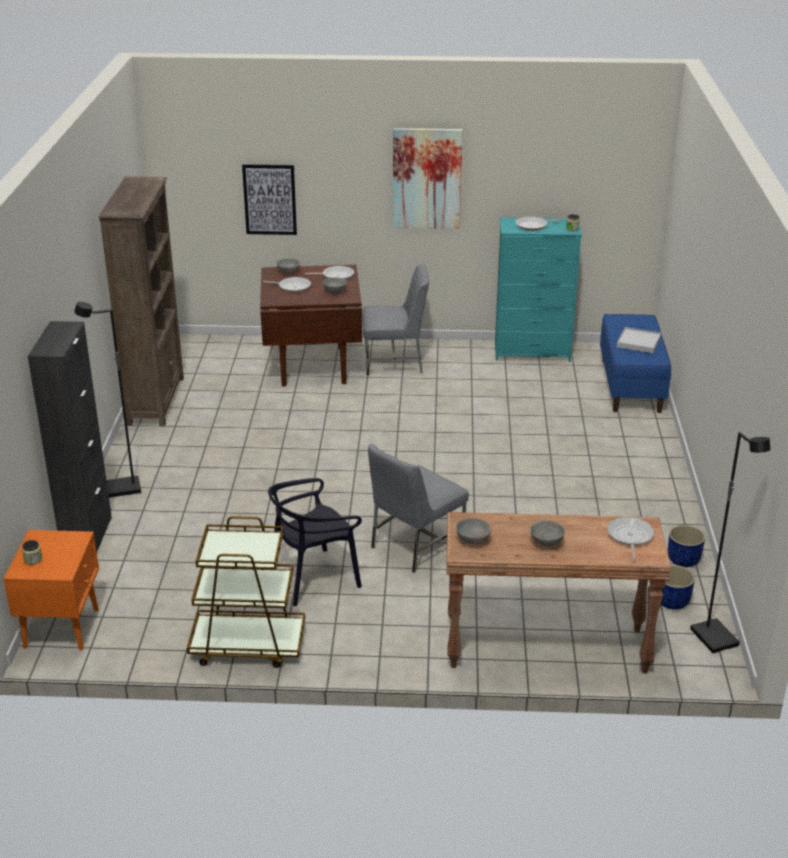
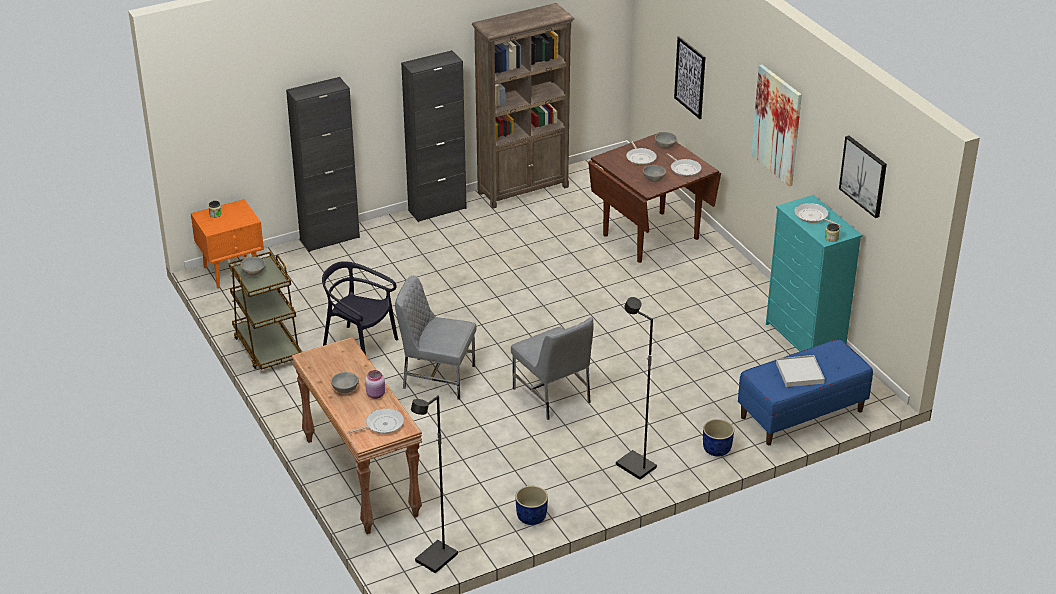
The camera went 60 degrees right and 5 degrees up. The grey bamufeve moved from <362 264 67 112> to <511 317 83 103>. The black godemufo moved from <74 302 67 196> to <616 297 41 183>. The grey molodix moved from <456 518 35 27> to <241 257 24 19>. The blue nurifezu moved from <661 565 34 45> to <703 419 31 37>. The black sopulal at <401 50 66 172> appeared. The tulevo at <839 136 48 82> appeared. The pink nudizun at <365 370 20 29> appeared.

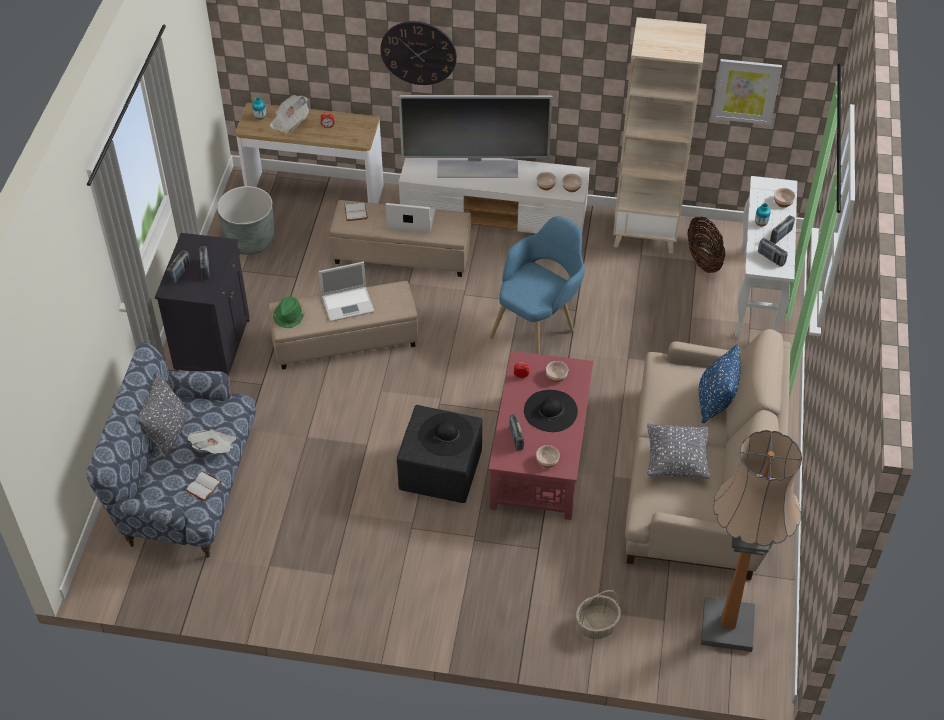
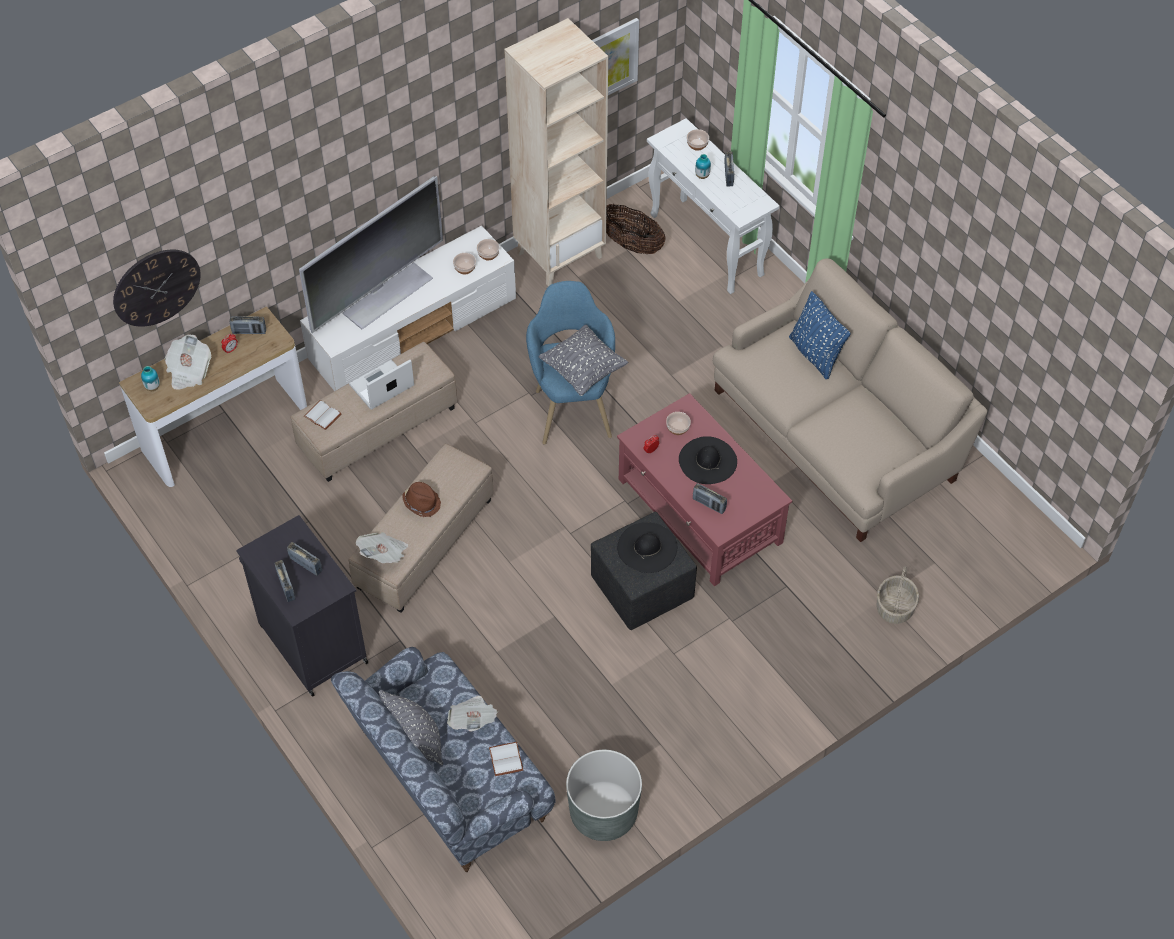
The camera went 45 degrees left and 5 degrees up. The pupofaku moved from <380 21 77 64> to <113 250 88 77>. The grey nurifezu moved from <217 186 58 69> to <566 750 76 91>. The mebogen moved from <758 238 30 29> to <230 316 36 18>. The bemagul at <319 262 56 60> was replaced by the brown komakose at <402 482 39 35>. The green komakose at <273 296 32 32> was replaced by the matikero at <356 532 53 31>. The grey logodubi moved from <647 423 63 56> to <539 325 89 71>. The godemufo at <701 430 101 222> disappeared. The molodix at <536 445 24 23> disappeared.

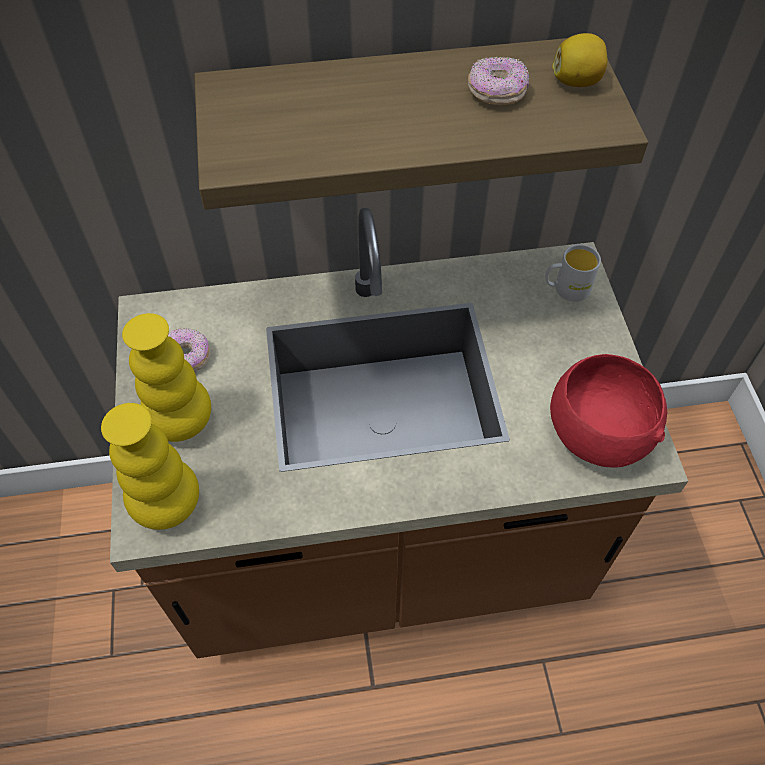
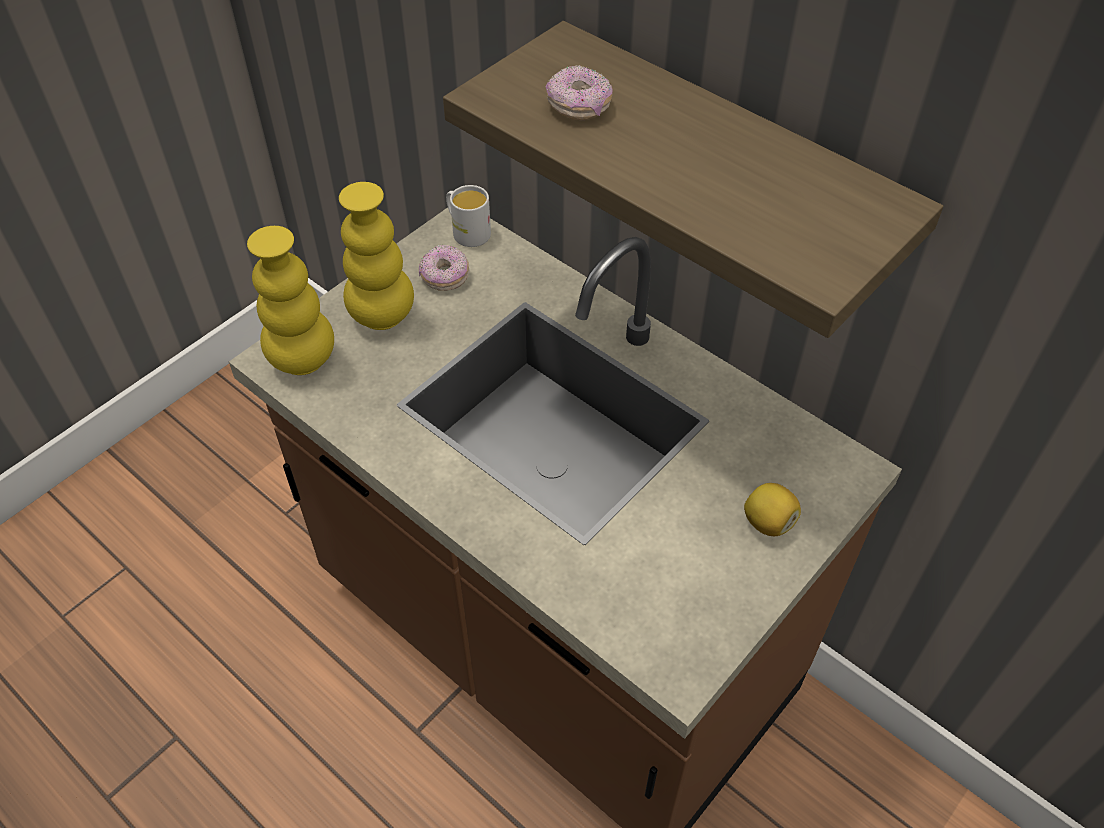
The camera went 50 degrees right and 5 degrees down. The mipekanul moved from <552 33 56 54> to <744 483 57 53>. The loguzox moved from <468 57 61 48> to <546 65 67 55>. The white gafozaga moved from <545 244 56 58> to <446 185 45 62>. The red molodix at <550 354 117 114> disappeared.

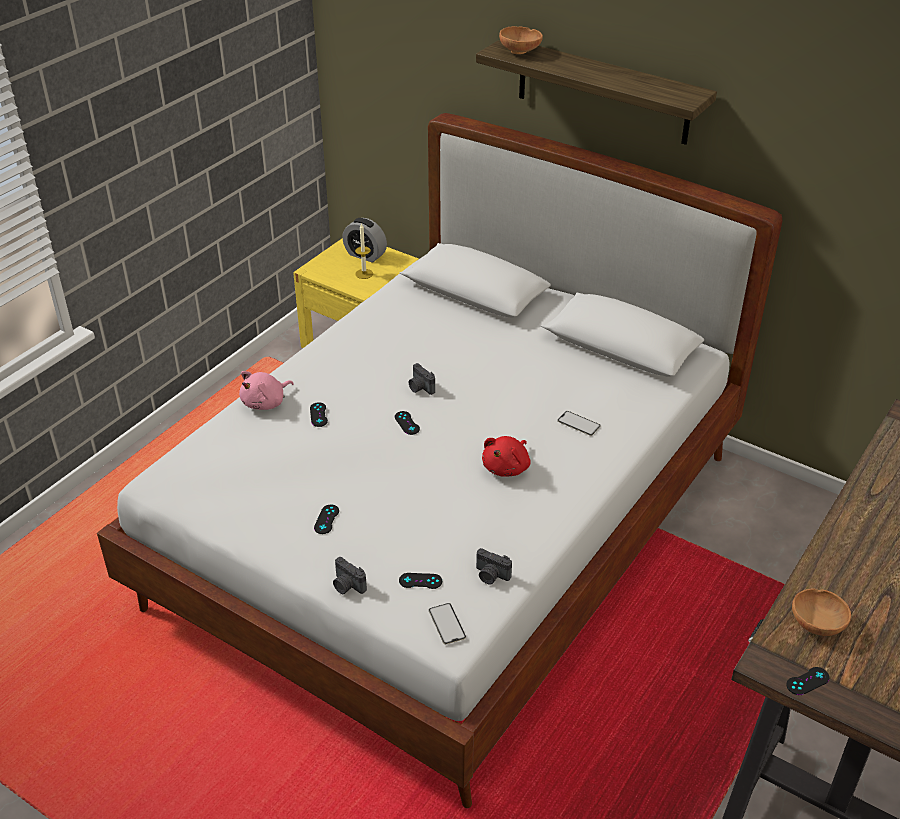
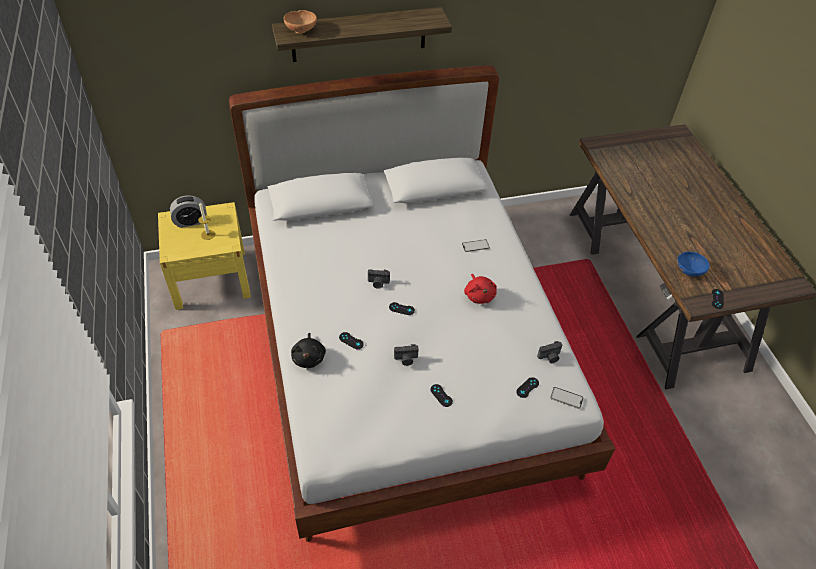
The camera went 50 degrees left and 10 degrees up. The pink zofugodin at <239 371 55 39> became the black zofugodin at <291 333 35 35>. The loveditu moved from <333 557 34 37> to <394 344 25 22>. The brown molodix at <792 588 59 48> became the blue molodix at <677 252 33 25>.

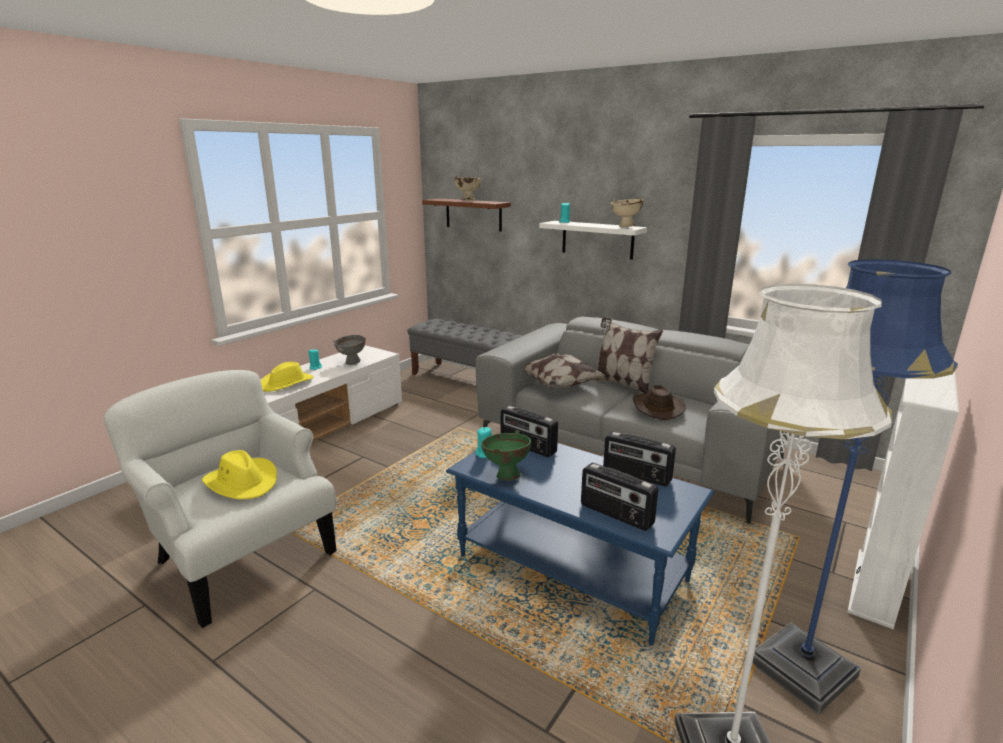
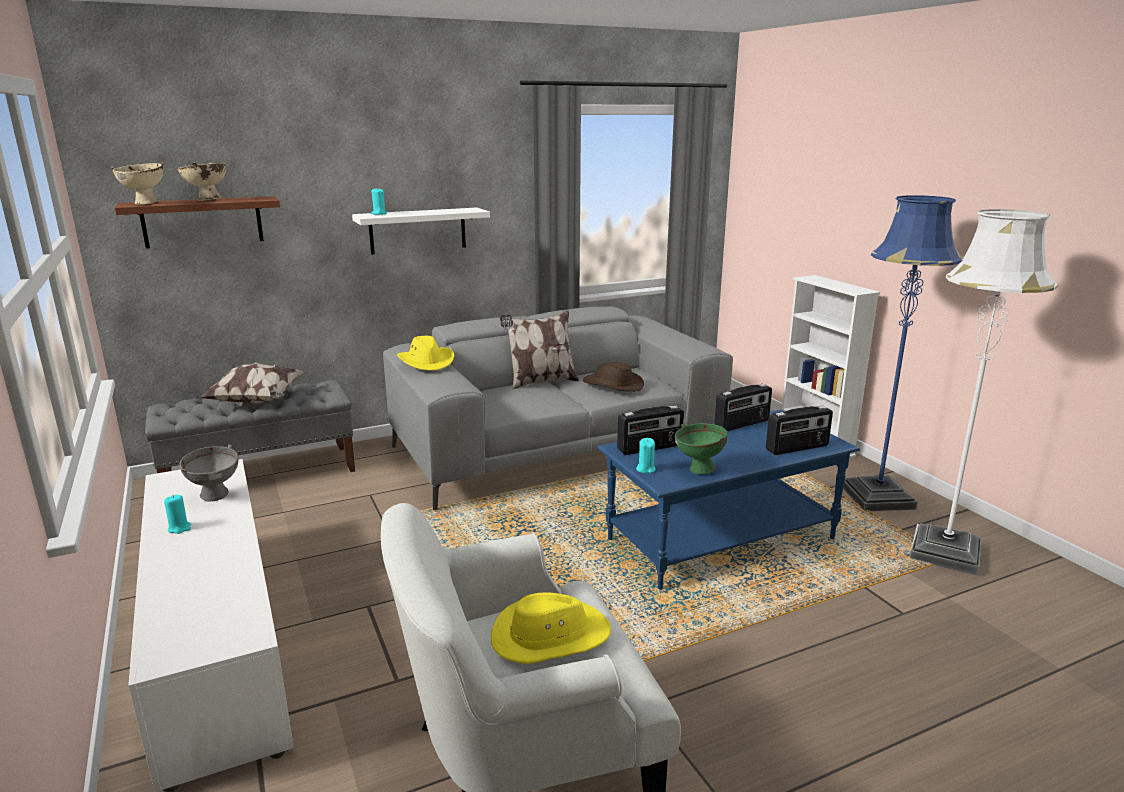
The camera went 60 degrees left and 0 degrees up. The beige molodix moved from <611 199 32 29> to <111 163 52 42>. The logodubi moved from <524 353 82 35> to <200 363 106 40>. The yellow komakose moved from <261 362 53 30> to <397 336 57 35>.

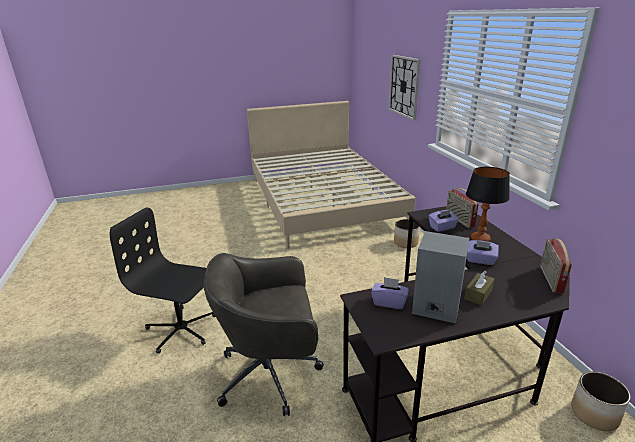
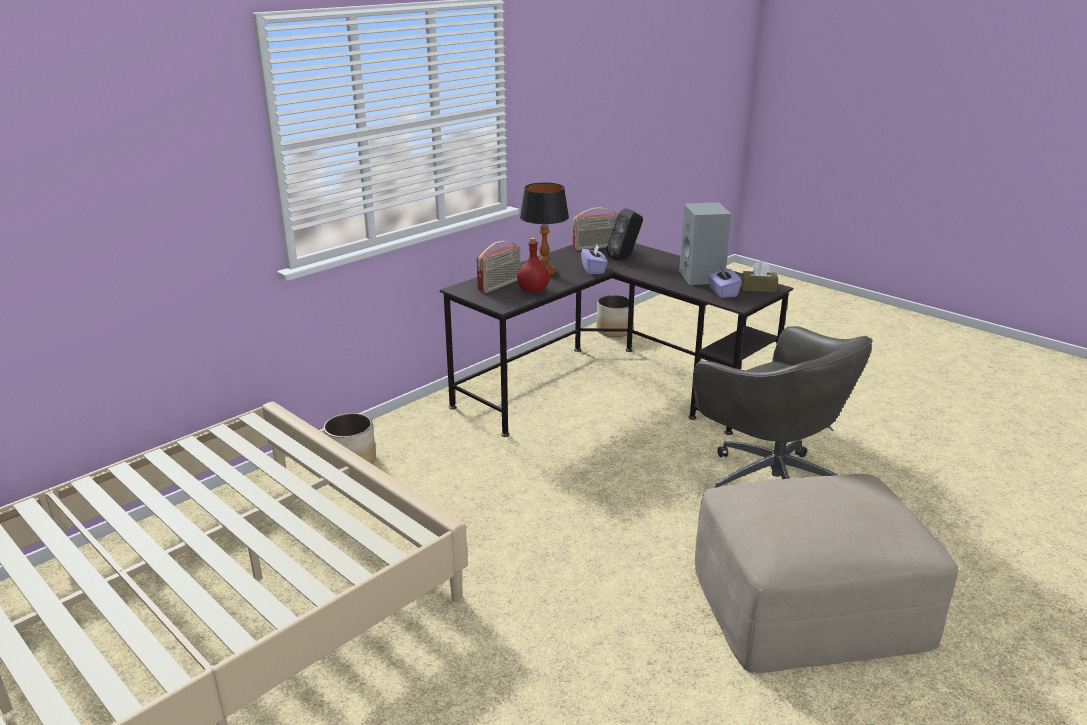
The camera went 120 degrees left and 0 degrees up. The pupofaku at <389 55 31 66> disappeared. The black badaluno at <110 207 106 147> was replaced by the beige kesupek at <695 474 264 199>. The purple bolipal at <429 210 30 22> was replaced by the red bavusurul at <517 238 33 55>. The brown bolipal moved from <465 271 29 35> to <742 261 36 32>. The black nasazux at <607 208 36 52> appeared.

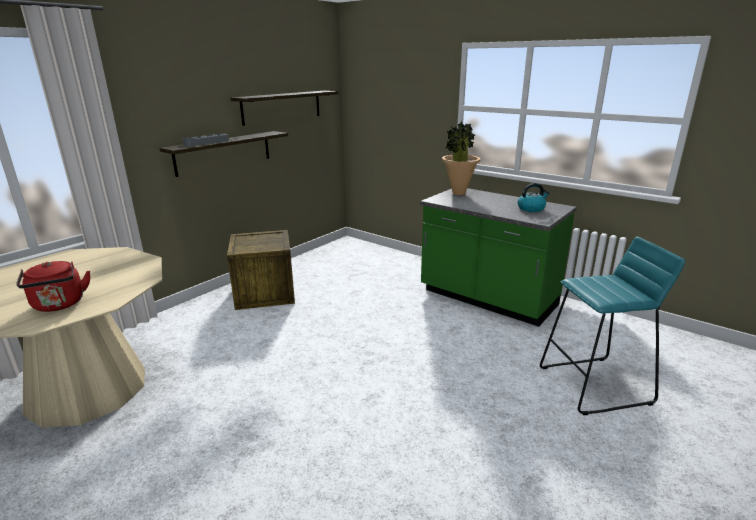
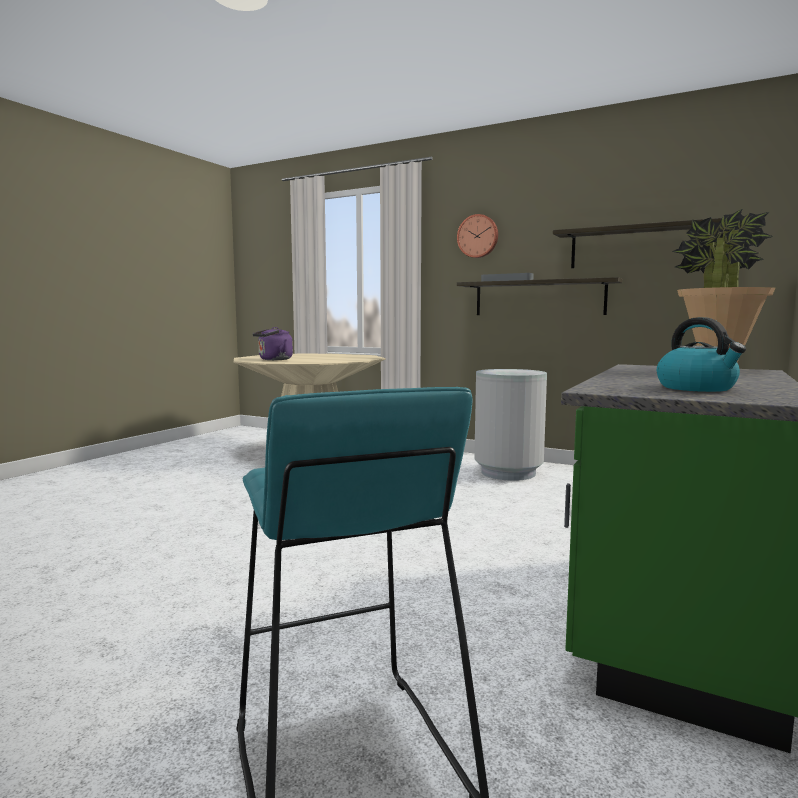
The camera went 80 degrees right and 15 degrees down. The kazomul at <227 230 68 80> was replaced by the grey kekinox at <474 369 73 112>. The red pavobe at <16 261 74 51> became the purple pavobe at <252 327 41 33>. The pupofaku at <457 214 41 44> appeared.

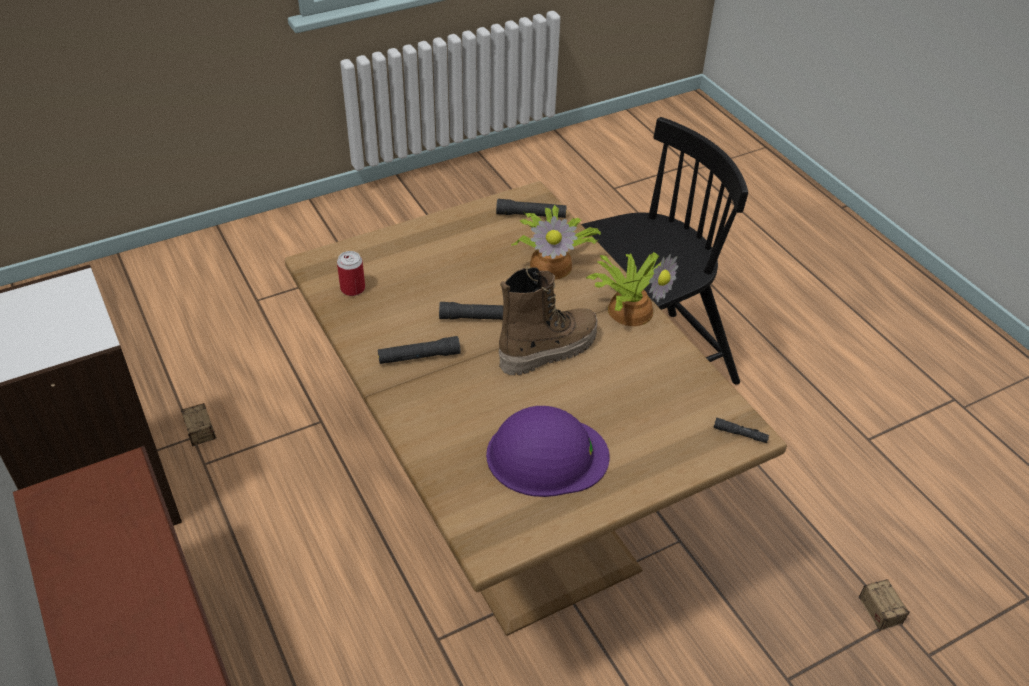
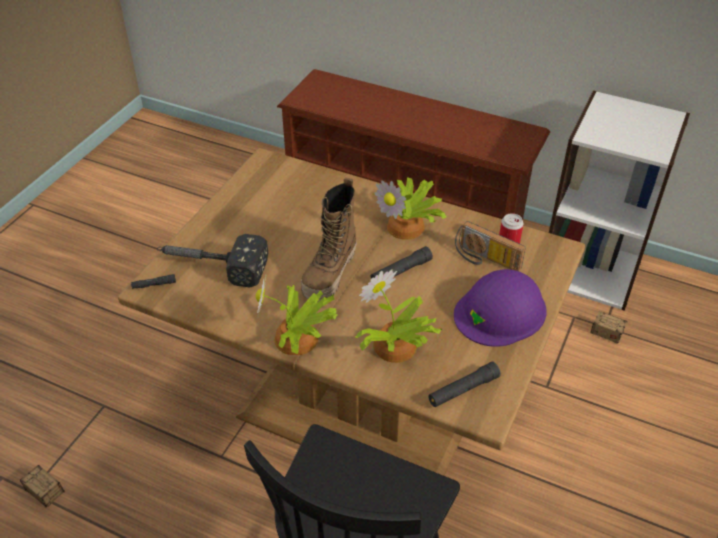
The camera went 145 degrees right and 0 degrees up. The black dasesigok at <378 336 83 28> was replaced by the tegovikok at <373 176 74 64>. The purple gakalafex moved from <486 406 124 91> to <454 269 93 78>. The mebogen at <455 221 71 50> appeared. The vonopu at <157 234 111 54> appeared.

